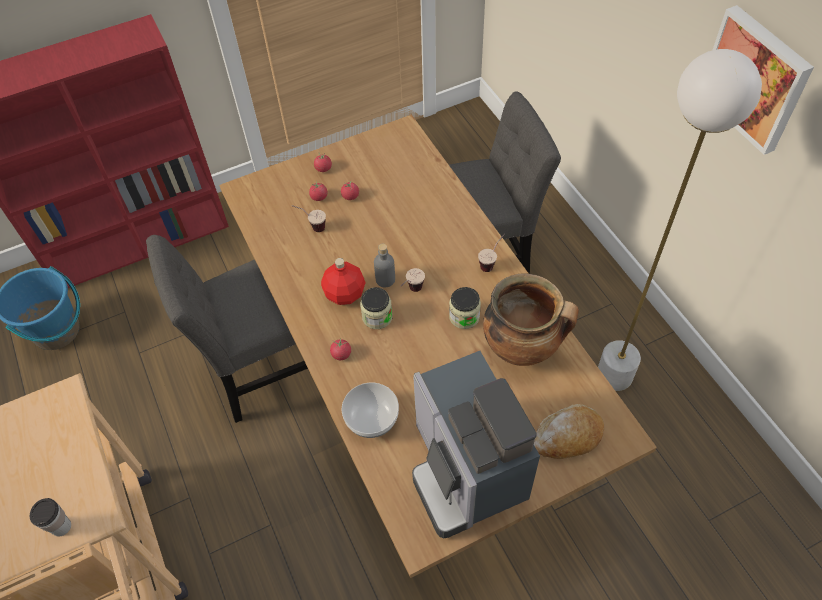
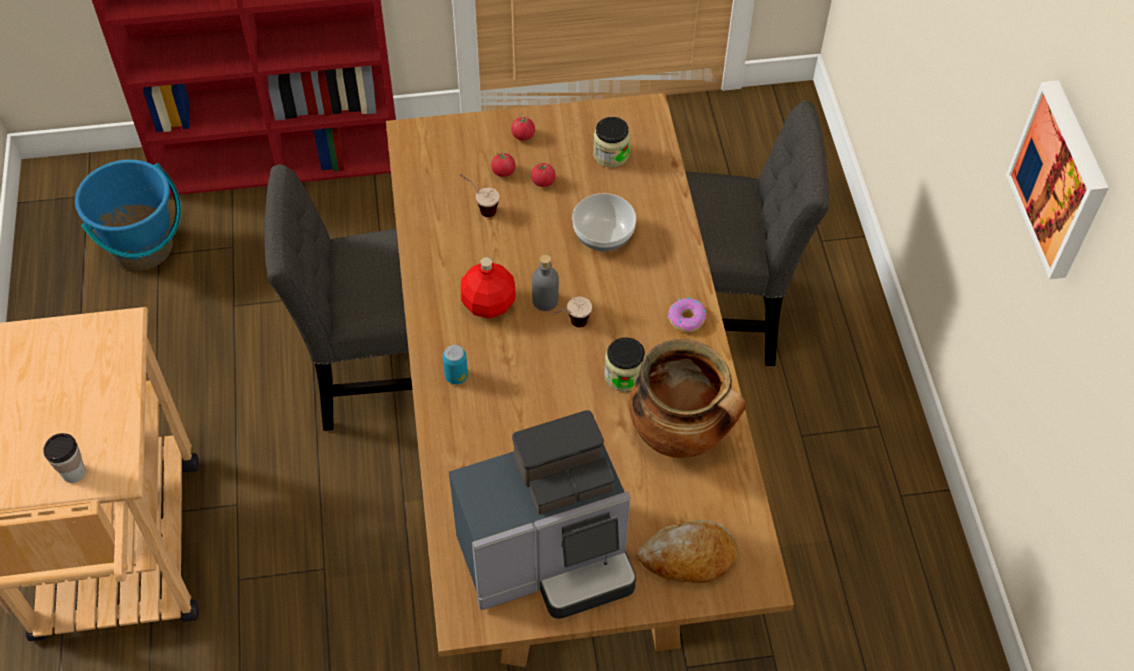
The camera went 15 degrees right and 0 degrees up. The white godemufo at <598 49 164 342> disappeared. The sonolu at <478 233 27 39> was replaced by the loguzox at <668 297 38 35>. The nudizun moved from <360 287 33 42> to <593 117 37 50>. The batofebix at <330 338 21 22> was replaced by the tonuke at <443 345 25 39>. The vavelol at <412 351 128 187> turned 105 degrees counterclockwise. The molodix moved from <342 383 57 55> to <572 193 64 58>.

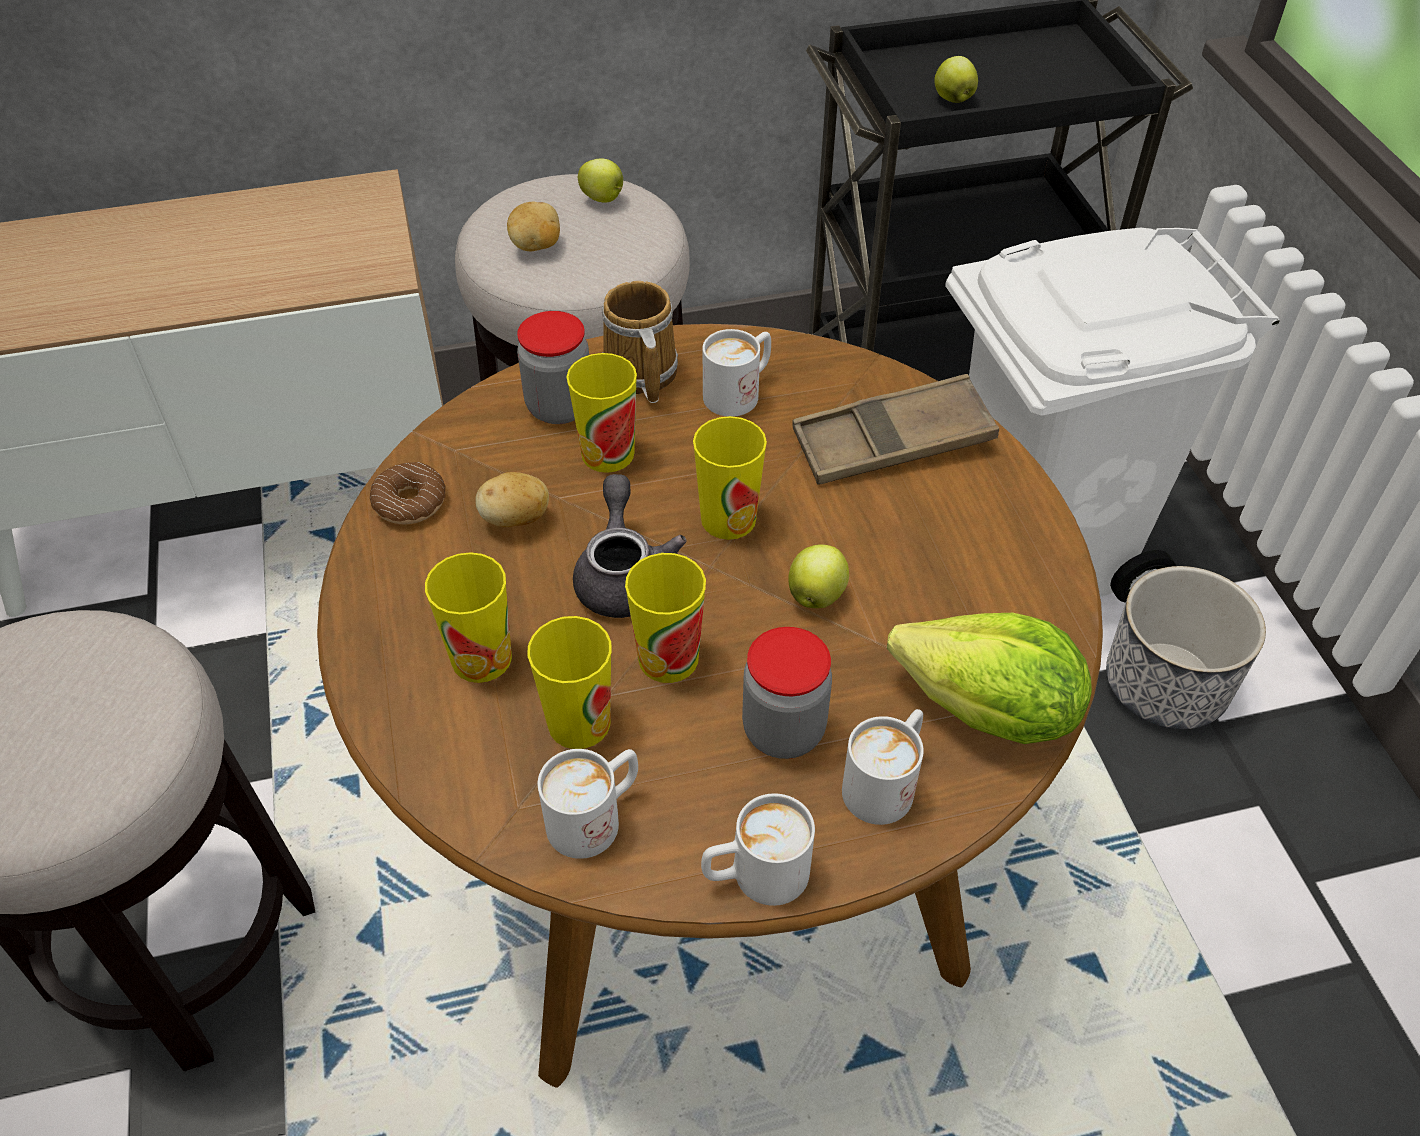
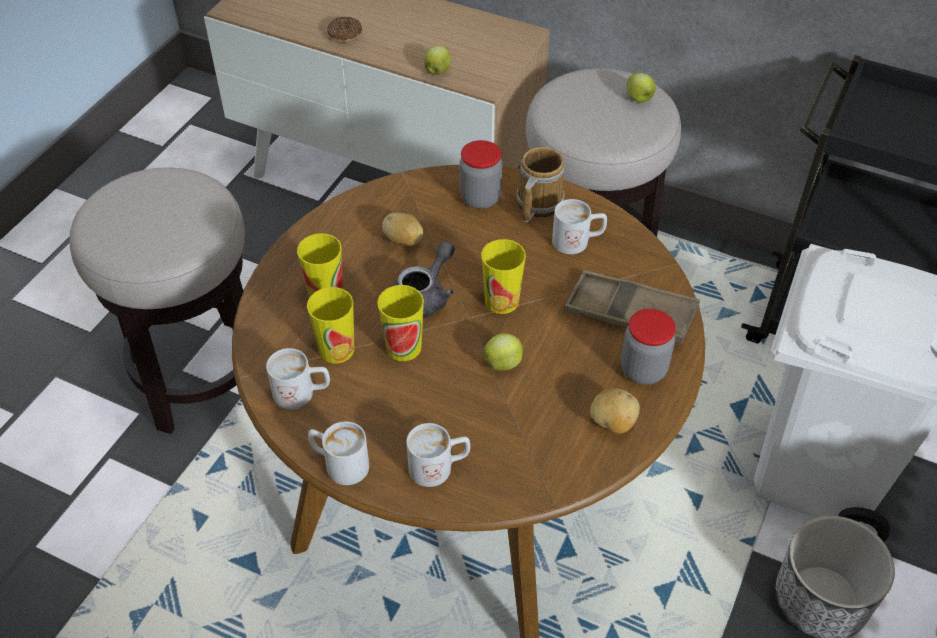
The camera went 40 degrees right and 0 degrees up. The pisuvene moved from <934 56 44 47> to <424 46 28 29>. The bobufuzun moved from <507 202 53 49> to <590 388 50 46>. The sonolu at <566 353 71 120> disappeared. The loguzox moved from <370 462 76 62> to <327 17 35 26>. The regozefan at <887 613 205 131> disappeared. The nudizun moved from <742 627 90 132> to <621 309 55 75>.

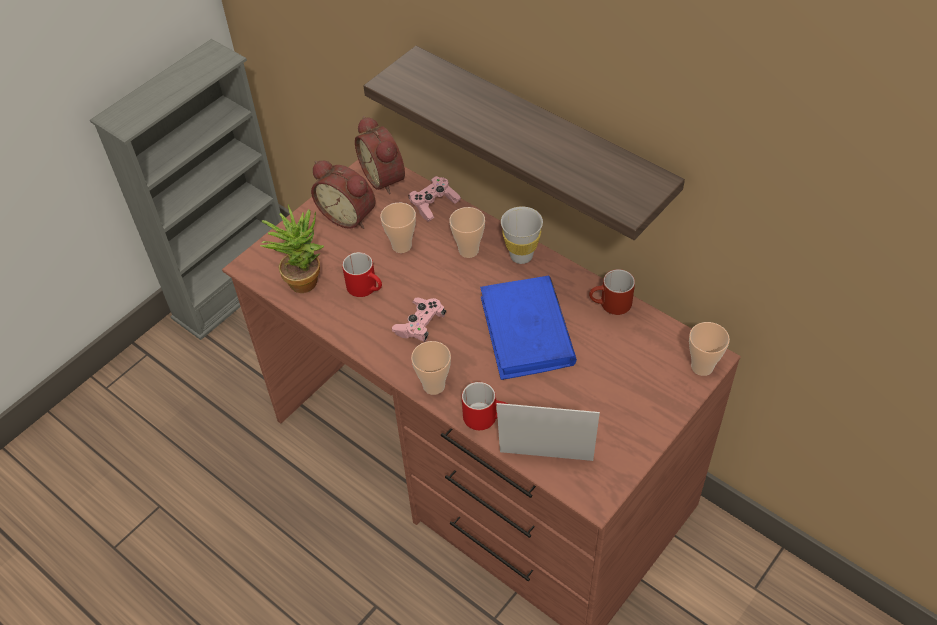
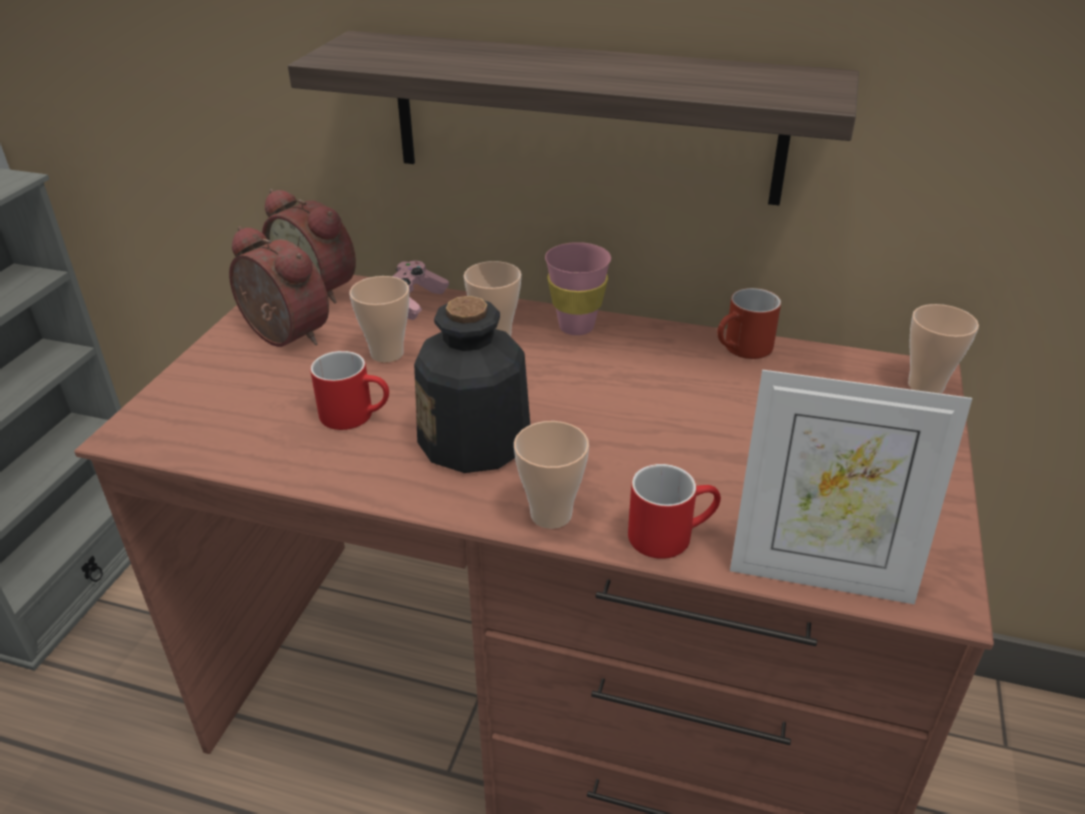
The camera went 25 degrees left and 15 degrees down. The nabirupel at <311 160 65 69> turned 150 degrees counterclockwise. The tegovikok at <260 205 64 88> disappeared. The white sonolu at <501 206 42 58> became the pink sonolu at <545 242 66 93>. The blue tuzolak at <480 276 97 104> disappeared. The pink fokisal at <392 298 54 44> was replaced by the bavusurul at <414 296 116 177>. The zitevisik at <496 403 104 58> turned 150 degrees counterclockwise.

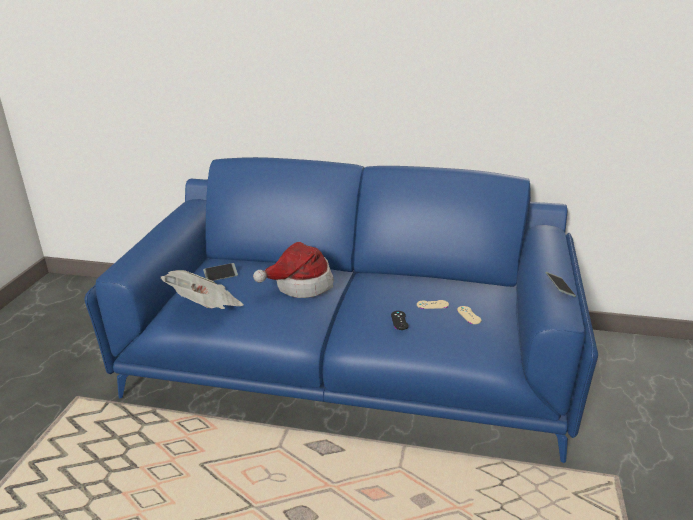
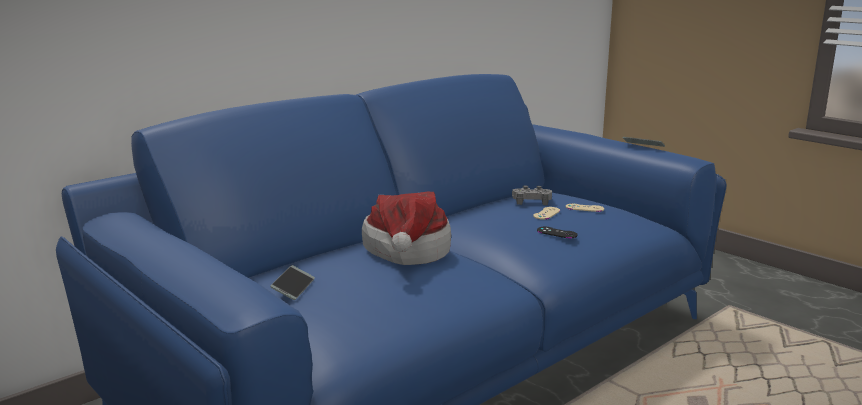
The camera went 55 degrees left and 10 degrees down. The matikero at <160 270 84 39> disappeared. The grey fokisal at <512 185 40 20> appeared.

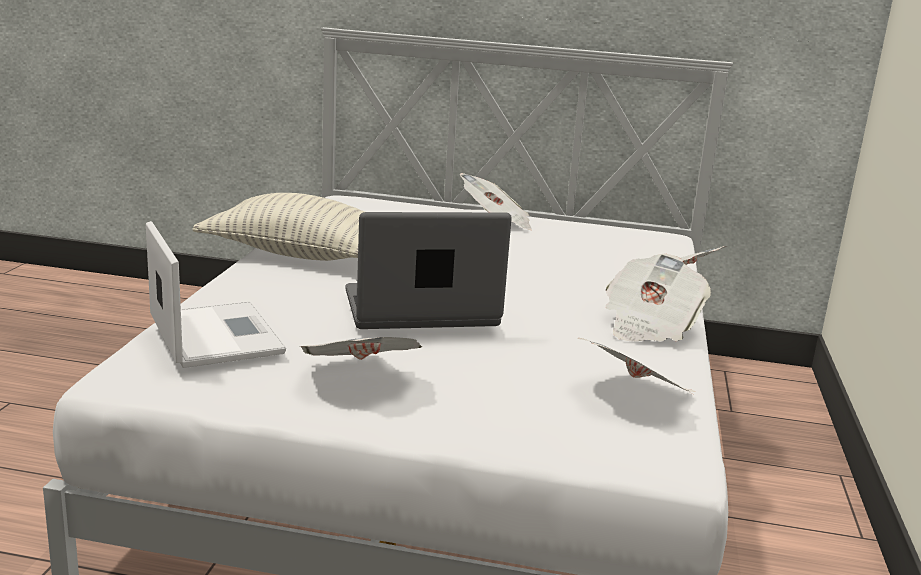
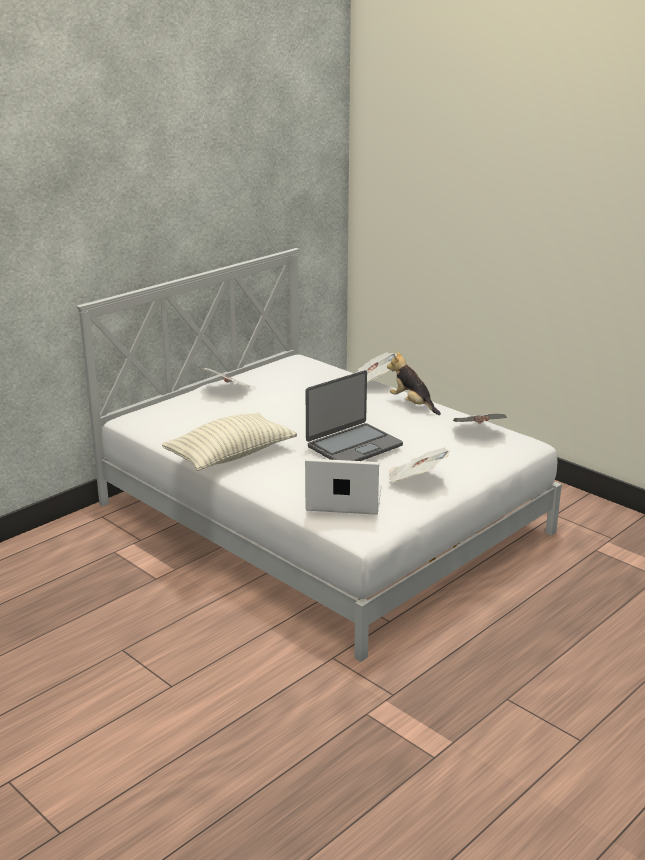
The camera went 55 degrees left and 5 degrees up. The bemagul at <346 212 166 117> turned 150 degrees counterclockwise. The matikero at <605 254 106 88> was replaced by the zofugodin at <387 351 54 64>.

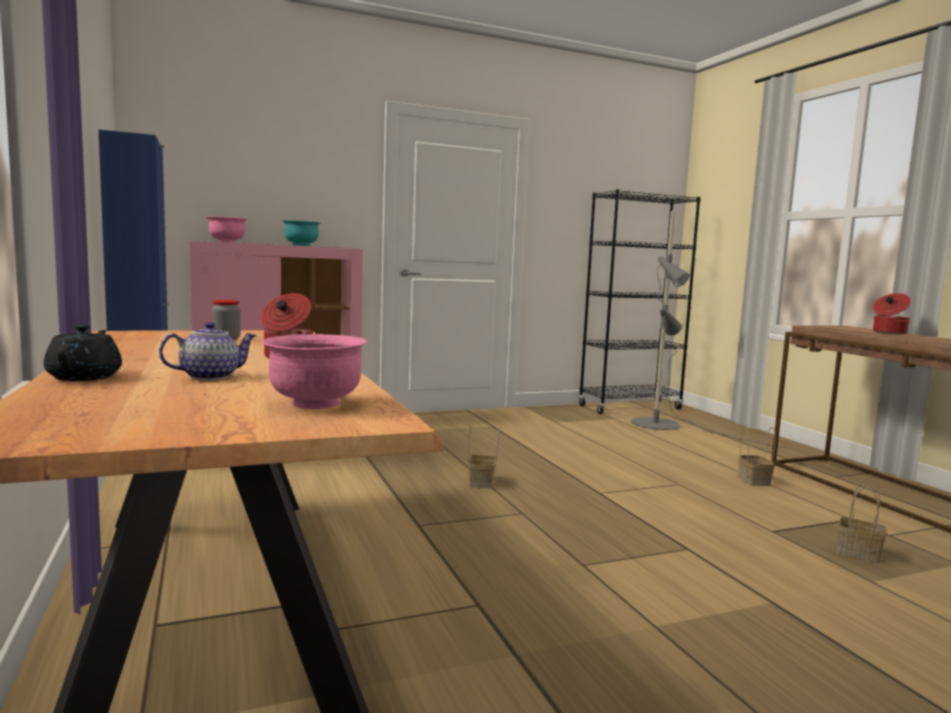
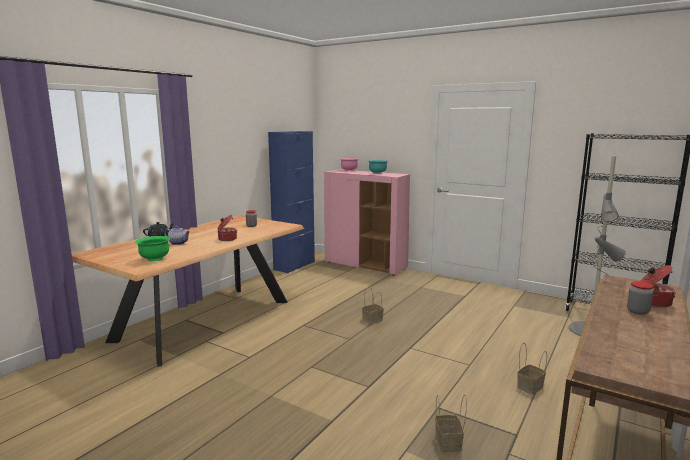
The camera went 55 degrees right and 5 degrees up. The pink molodix at <262 334 105 75> became the green molodix at <135 236 35 25>. The nudizun at <627 281 27 34> appeared.

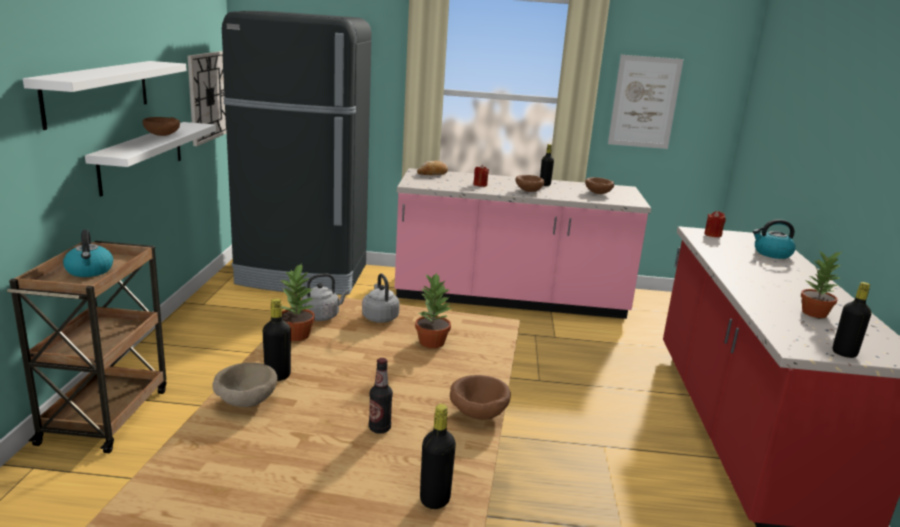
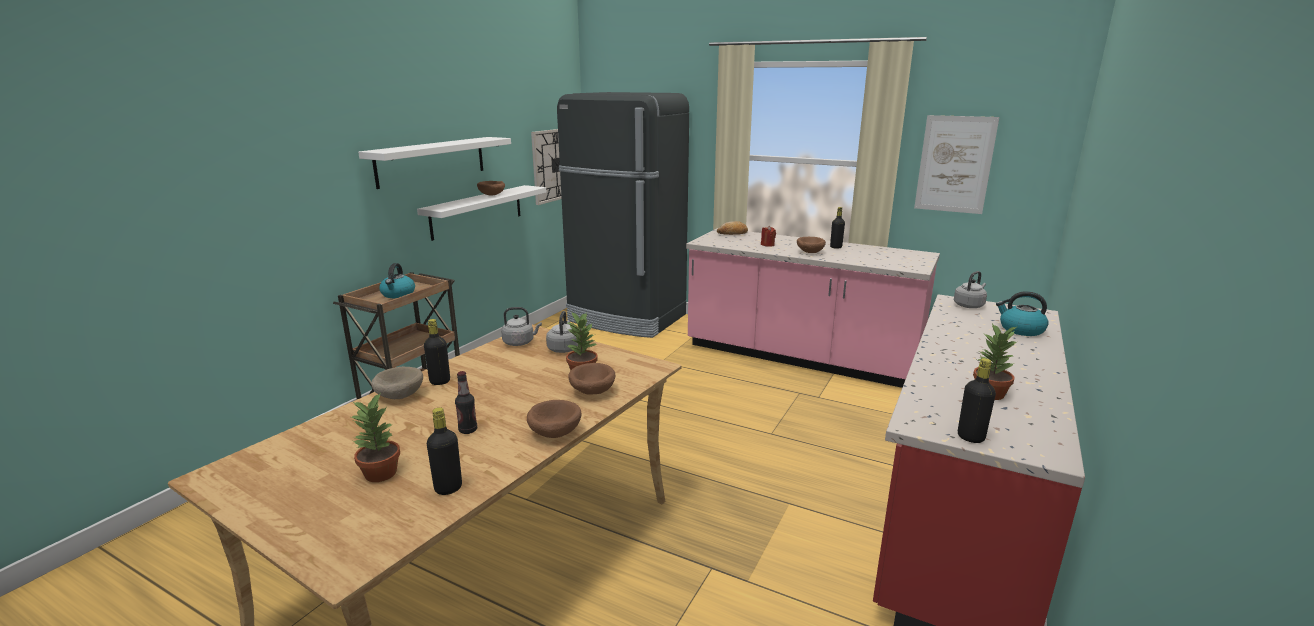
The camera went 25 degrees right and 0 degrees up. The brown molodix moved from <585 177 29 17> to <568 363 47 32>. The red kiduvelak at <704 211 22 27> was replaced by the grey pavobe at <954 271 33 37>. The tegovikok moved from <279 262 36 79> to <349 392 51 90>.

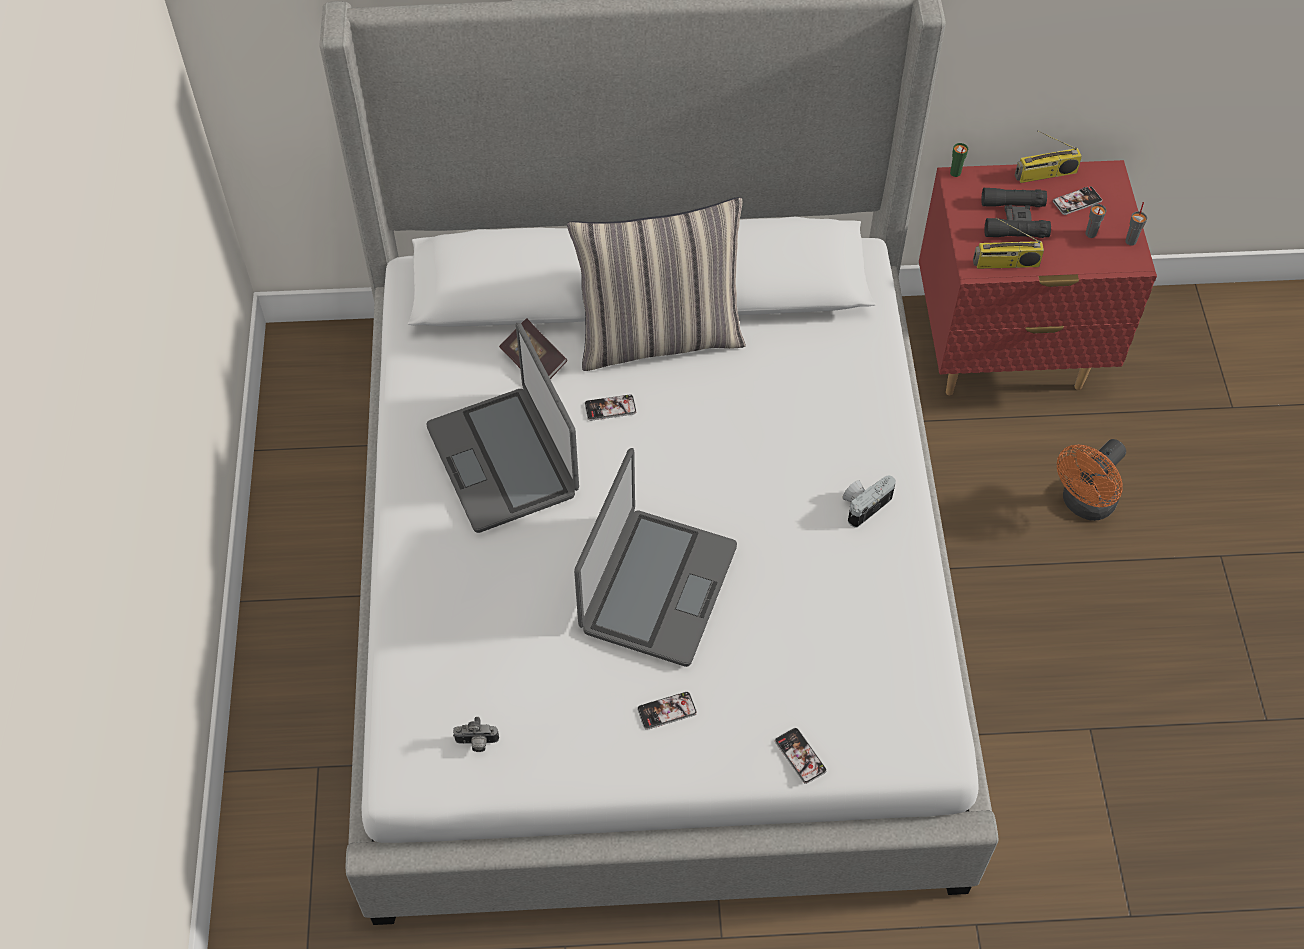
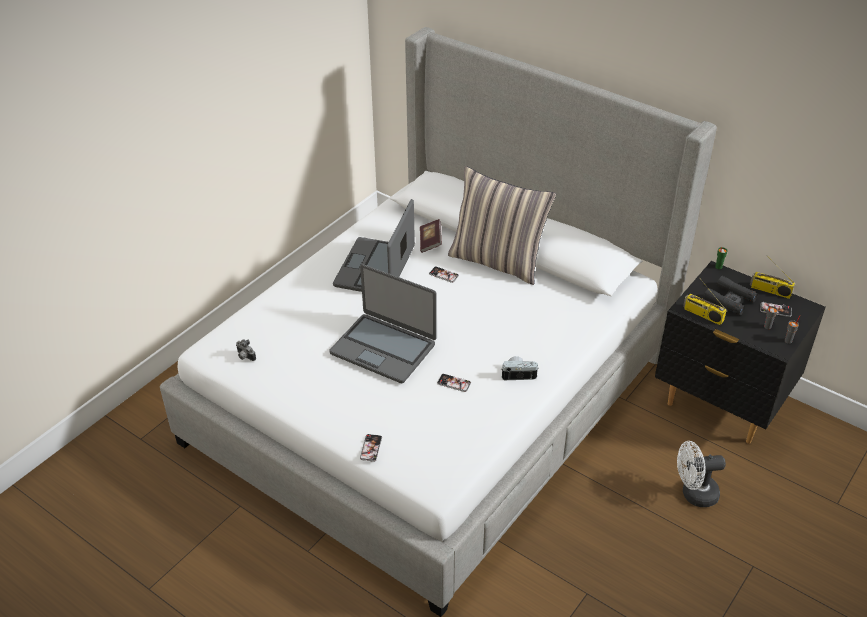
The camera went 40 degrees right and 15 degrees down. The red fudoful at <919 160 238 235> became the black fudoful at <655 261 171 183>. The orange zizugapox at <1057 439 69 82> became the white zizugapox at <677 441 49 66>. The bemagul at <574 448 163 219> turned 60 degrees clockwise. The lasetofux moved from <637 692 60 38> to <437 374 34 18>.

